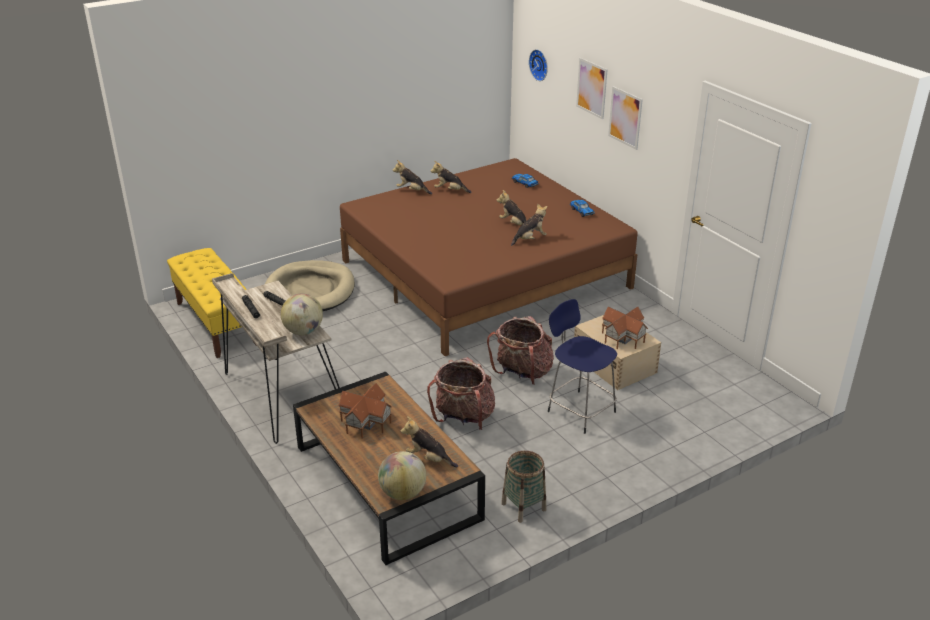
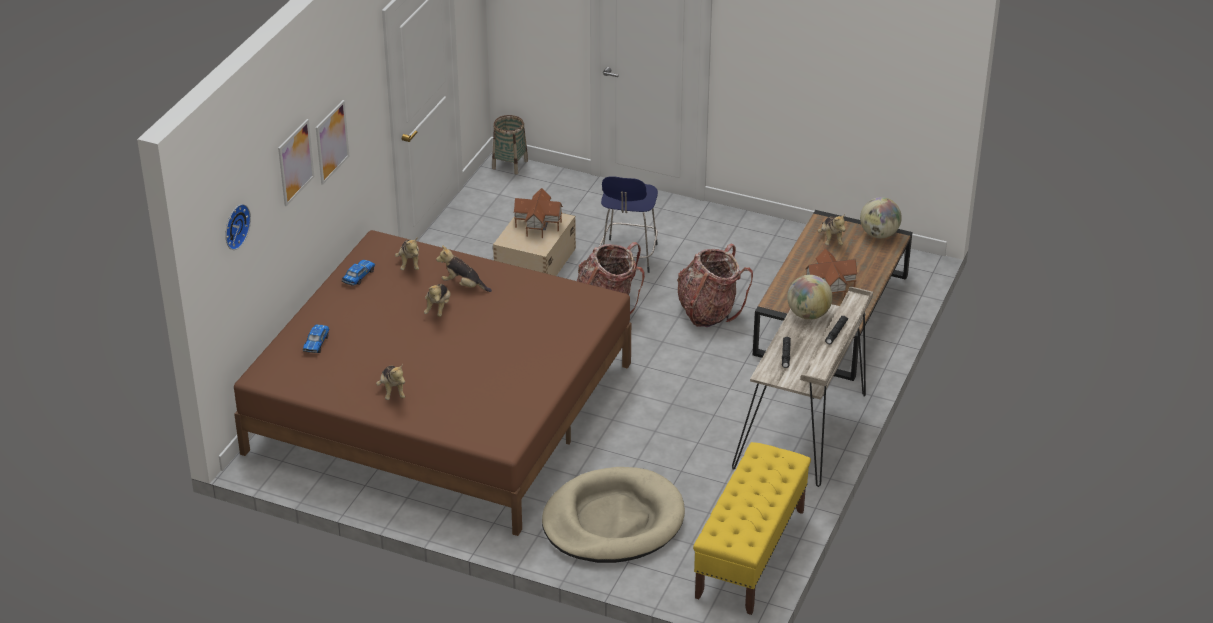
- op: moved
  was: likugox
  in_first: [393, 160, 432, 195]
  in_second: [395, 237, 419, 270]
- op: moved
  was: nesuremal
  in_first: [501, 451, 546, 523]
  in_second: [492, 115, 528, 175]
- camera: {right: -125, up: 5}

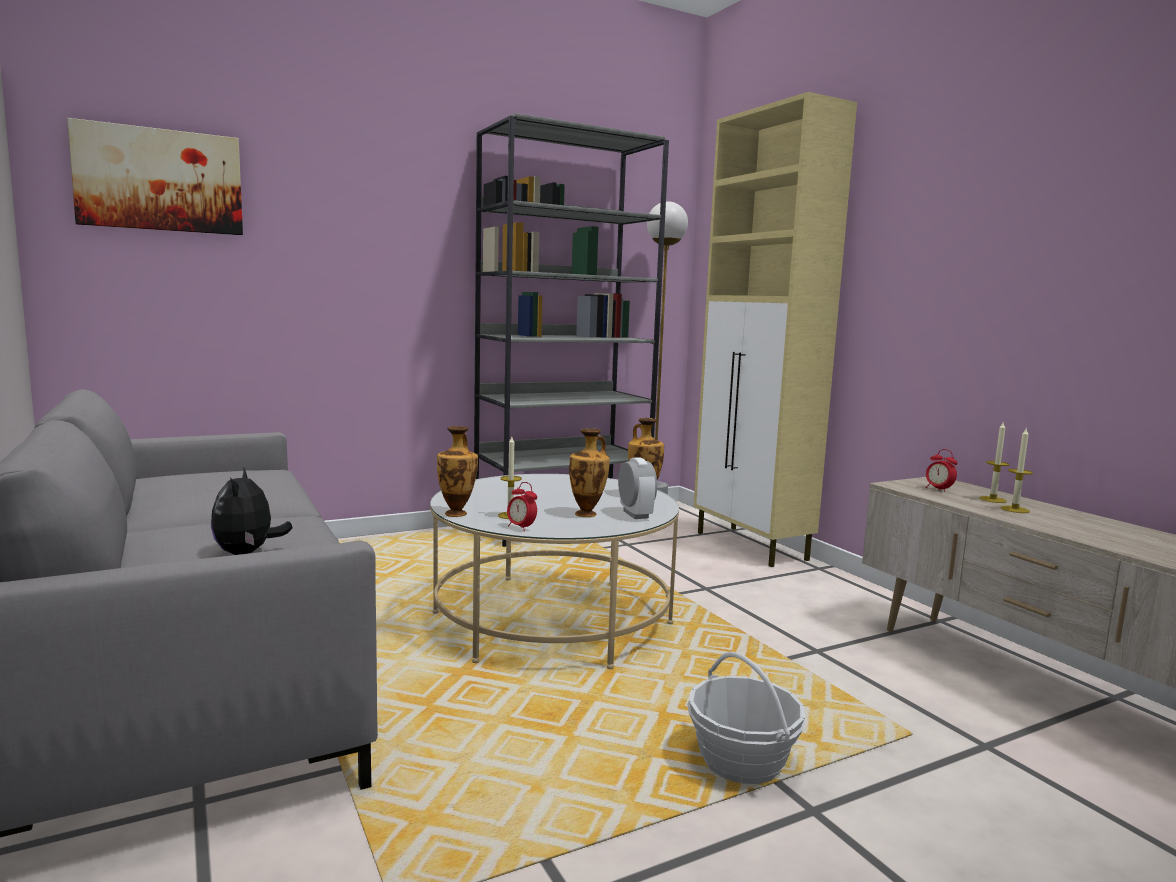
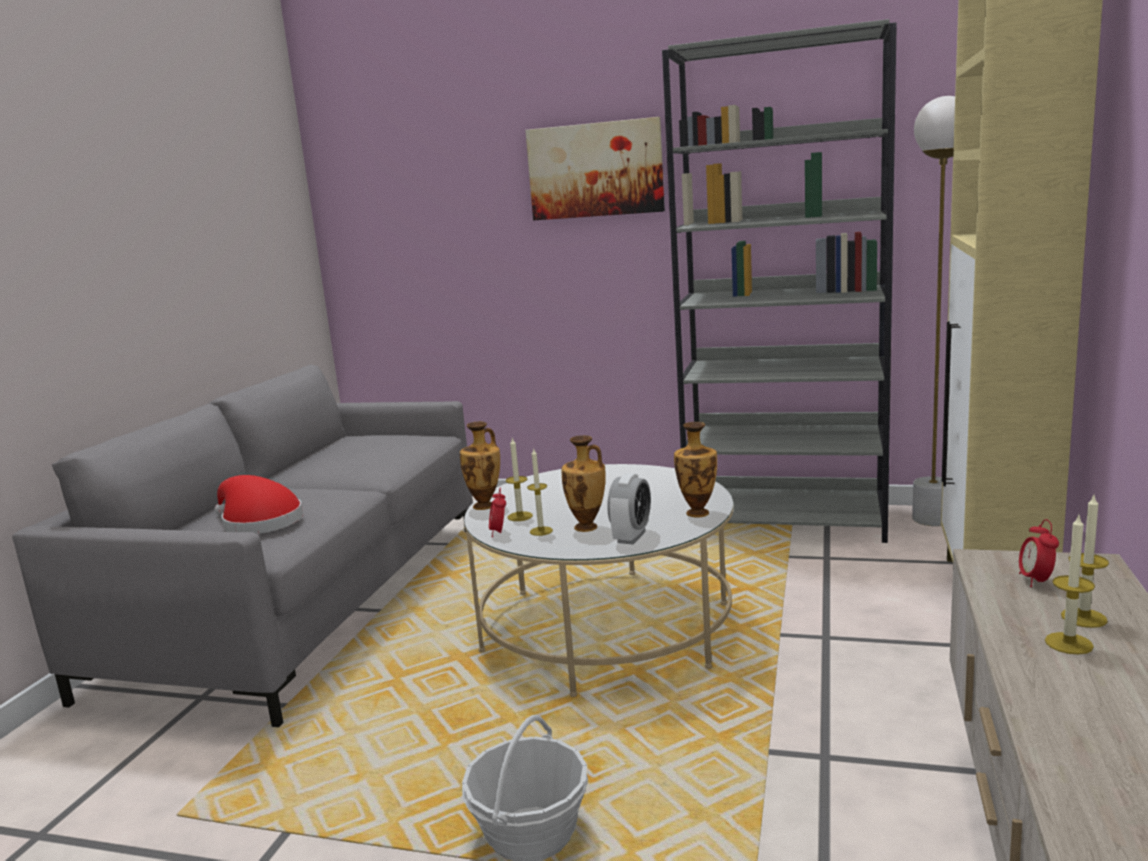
- op: replaced
  was: likugox
  now: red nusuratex
  in_first: [211, 467, 293, 555]
  in_second: [214, 475, 303, 534]
- op: moved
  was: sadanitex
  in_first: [67, 118, 243, 235]
  in_second: [525, 117, 665, 220]
- op: added
  now: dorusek
  in_second: [527, 449, 553, 536]
- camera: {right: 45, up: 5}

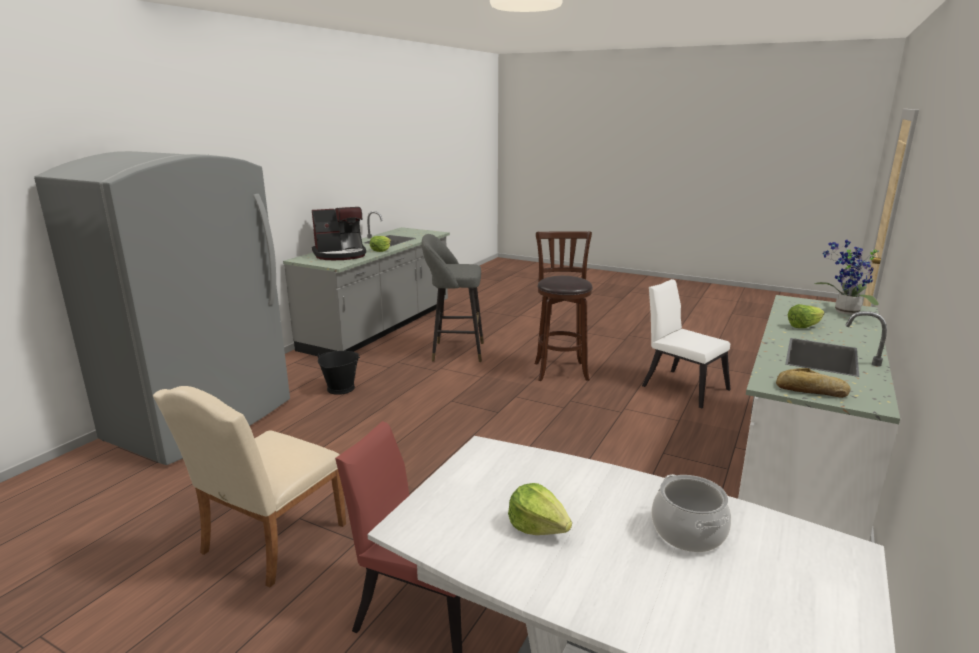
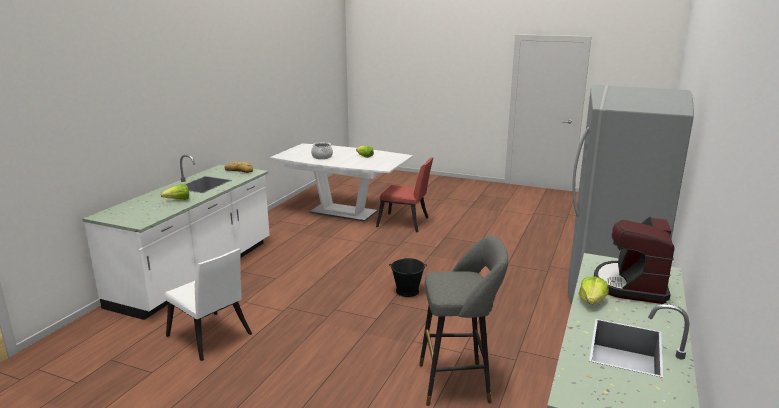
- op: moved
  was: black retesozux
  in_first: [317, 351, 360, 395]
  in_second: [389, 258, 427, 297]
- op: turned
  was: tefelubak
  in_first: [312, 207, 366, 260]
  in_second: [594, 217, 675, 304]
  clockwise: -45
- op: removed
  was: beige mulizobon
  in_first: [153, 386, 346, 587]
- op: removed
  was: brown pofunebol
  in_first: [535, 231, 593, 381]
- op: removed
  was: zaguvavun
  in_first: [814, 240, 879, 315]
- camera: {right: 175, up: 0}

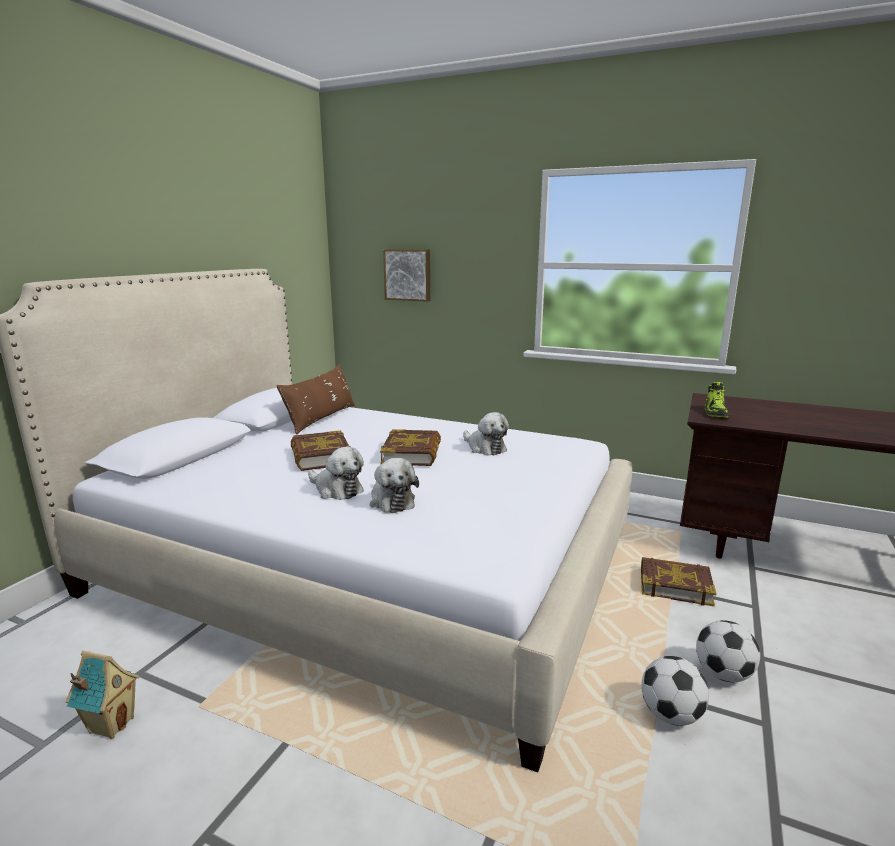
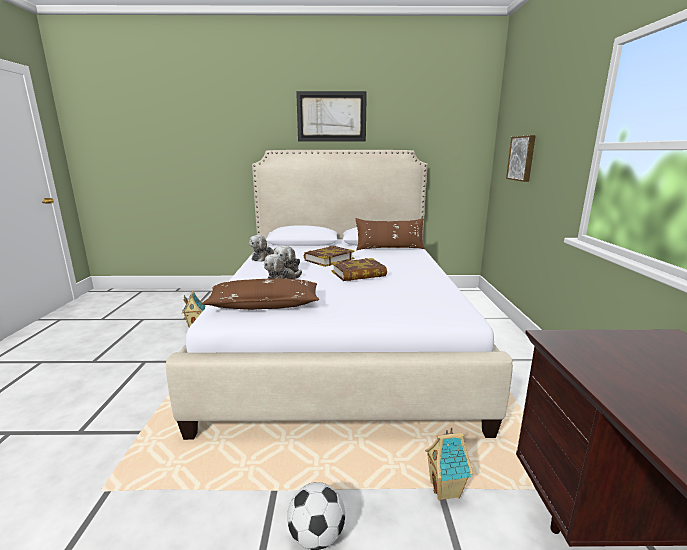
- op: added
  now: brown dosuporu
  in_second: [201, 279, 319, 310]
- op: moved
  was: likugox
  in_first: [463, 412, 509, 455]
  in_second: [249, 235, 276, 262]
- op: added
  now: sadanitex
  in_second: [296, 91, 367, 142]
- op: replaced
  was: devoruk
  now: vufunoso
  in_first: [641, 557, 717, 606]
  in_second: [425, 428, 473, 501]
- op: removed
  was: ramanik
  in_first: [641, 656, 709, 726]
- op: removed
  was: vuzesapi
  in_first: [705, 382, 728, 418]
- camera: {right: 65, up: 0}

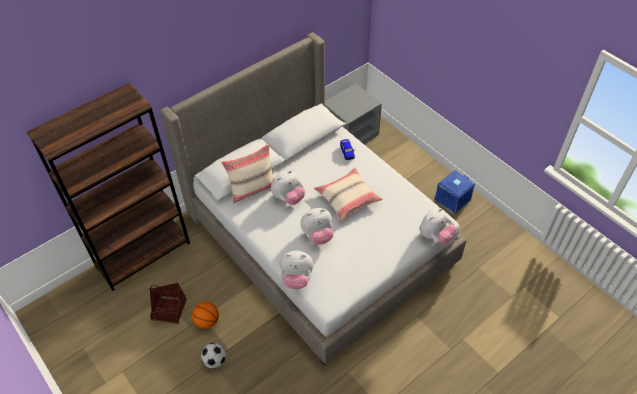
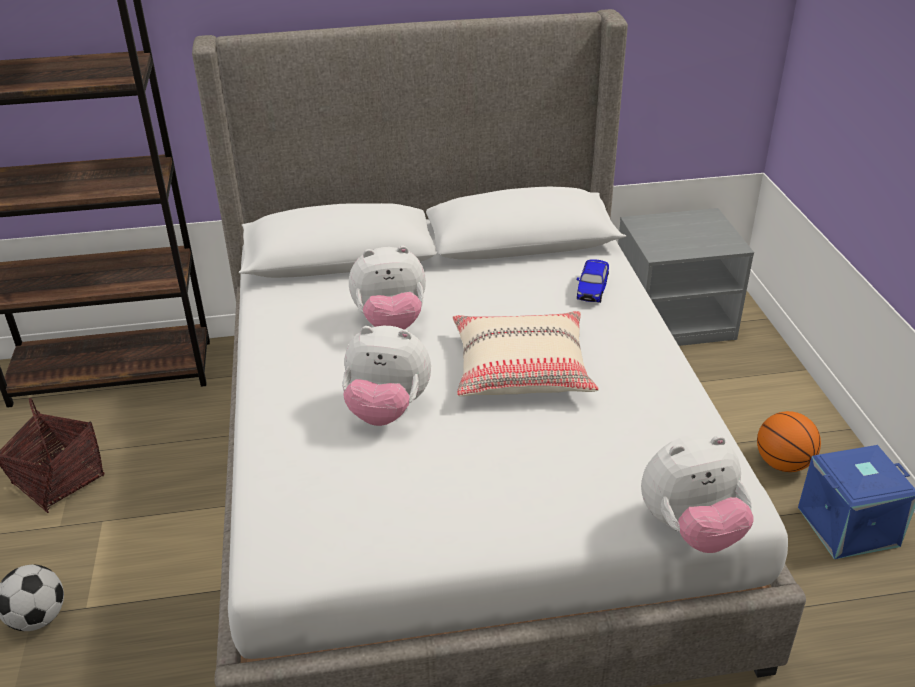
- op: moved
  was: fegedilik
  in_first: [192, 302, 219, 329]
  in_second: [757, 411, 821, 472]
- op: removed
  was: beige dosuporu
  in_first: [221, 144, 274, 204]
- op: removed
  was: likugox
  in_first: [280, 251, 314, 289]
- camera: {right: 30, up: -15}

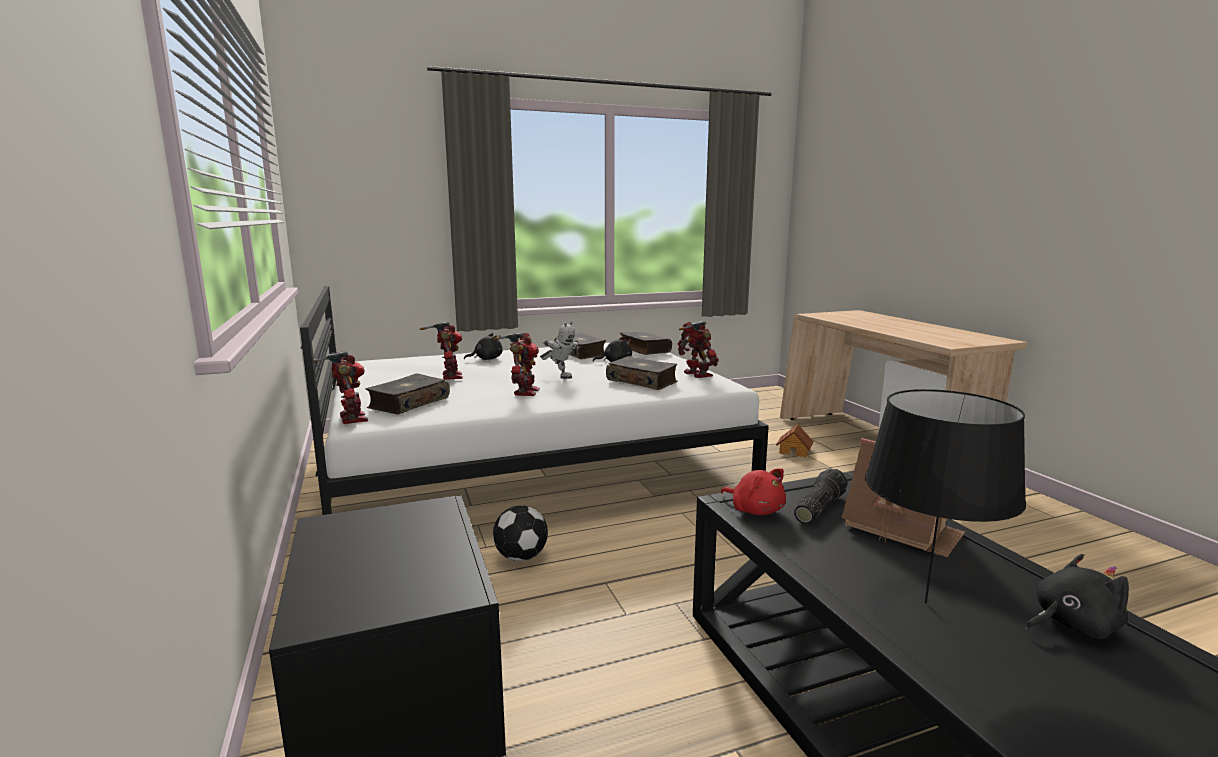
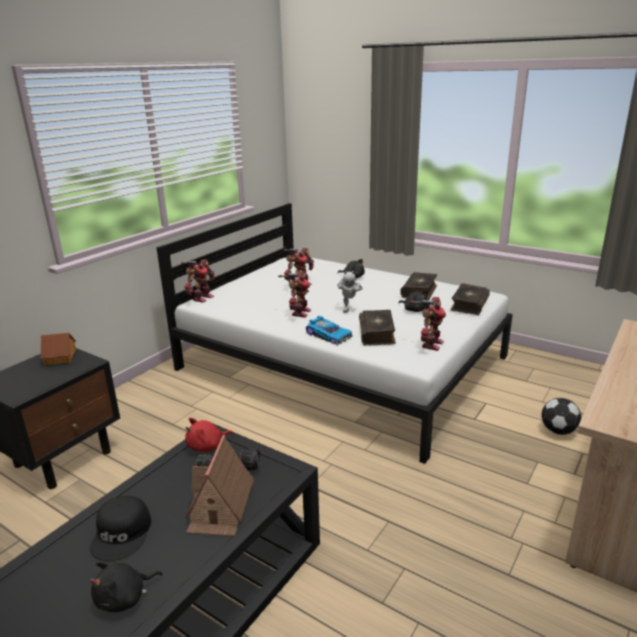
- op: moved
  was: vufunoso
  in_first: [776, 424, 813, 457]
  in_second: [41, 333, 76, 365]
- op: replaced
  was: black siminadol
  now: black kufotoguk
  in_first: [865, 389, 1026, 603]
  in_second: [90, 496, 151, 561]
- op: turned
  was: black likugox
  in_first: [1025, 554, 1129, 639]
  in_second: [90, 562, 163, 612]
  clockwise: 105
- op: turned
  was: red likugox
  in_first: [721, 468, 786, 515]
  in_second: [185, 418, 234, 452]
  clockwise: 45
- op: turned
  was: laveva
  in_first: [493, 332, 540, 396]
  in_second: [278, 271, 311, 317]
  clockwise: -45
- op: added
  now: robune
  in_second: [306, 316, 353, 345]
- op: moved
  was: ramanik
  in_first: [493, 505, 548, 561]
  in_second: [541, 398, 581, 435]
- op: removed
  was: devoruk
  in_first: [365, 373, 450, 414]
- camera: {right: 55, up: 10}

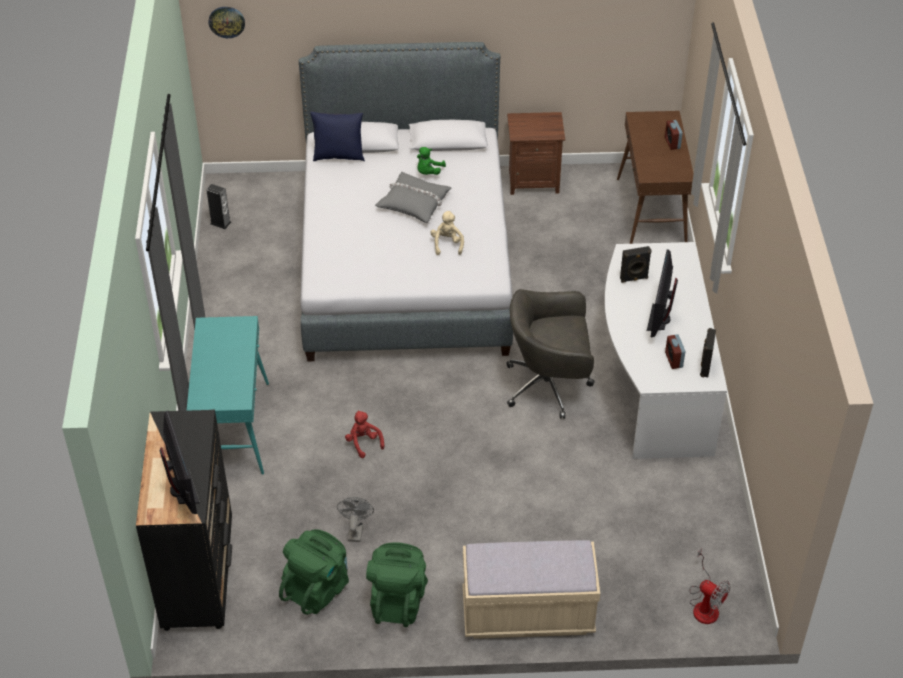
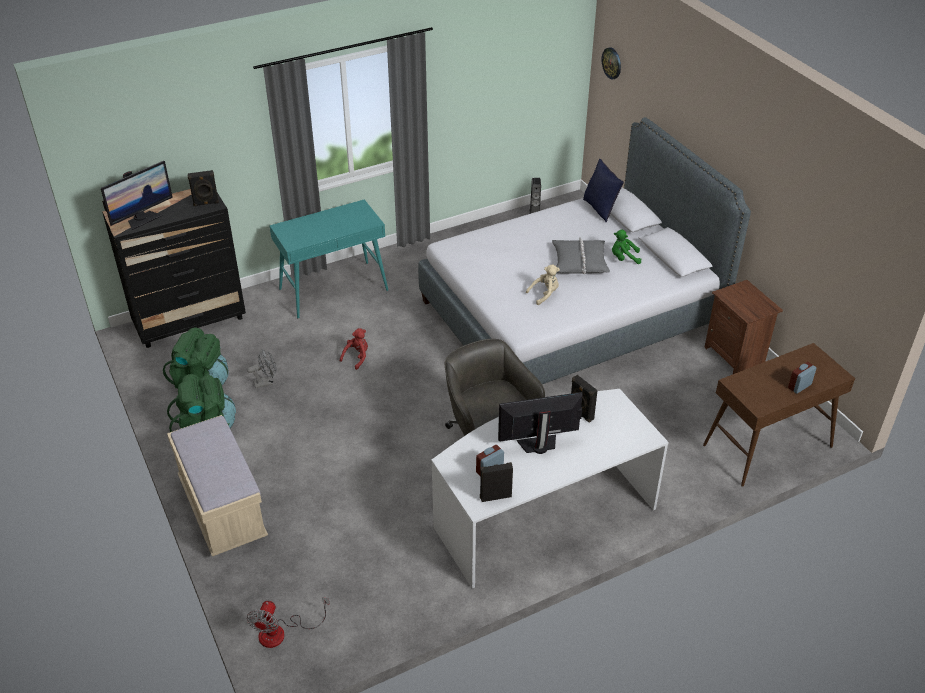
- op: added
  now: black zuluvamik
  in_second: [188, 170, 219, 206]
- camera: {right: 65, up: -5}

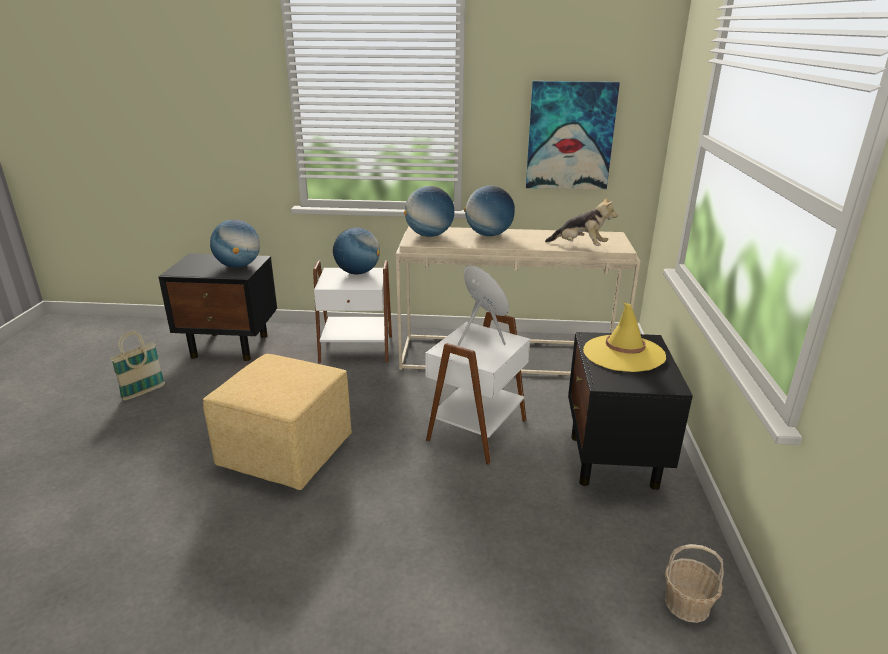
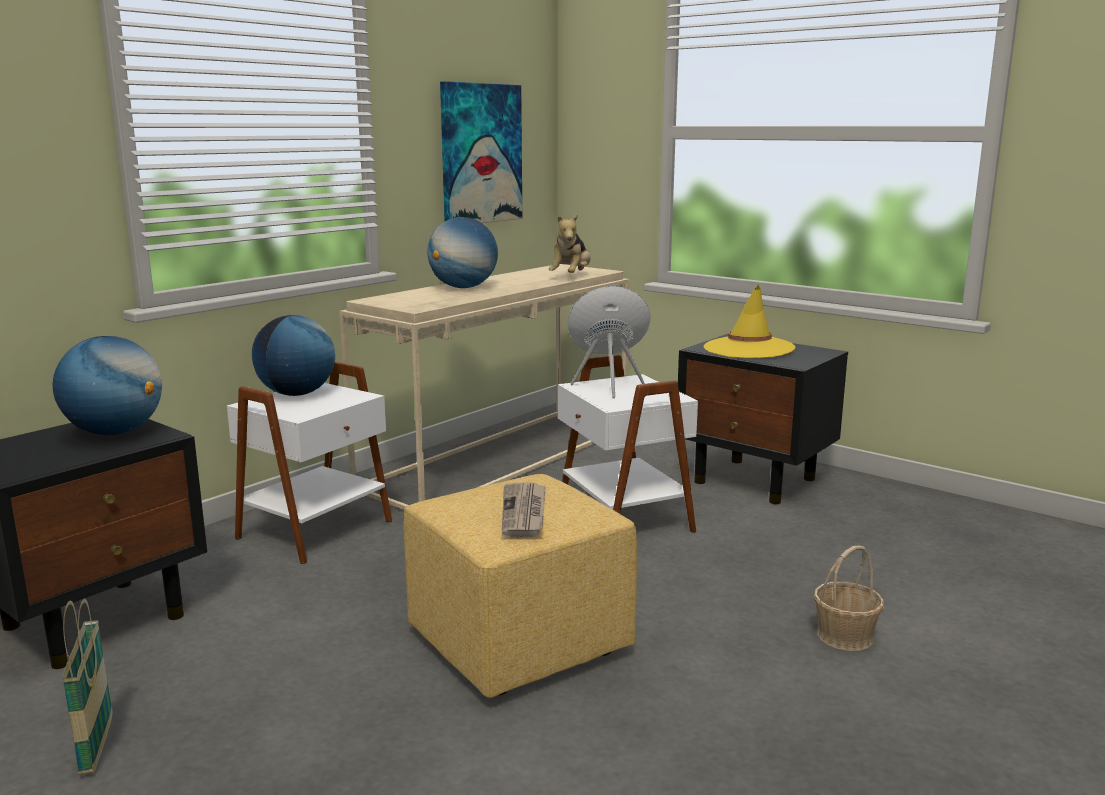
- op: added
  now: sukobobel
  in_second: [502, 483, 546, 538]
- op: turned
  was: likugox
  in_first: [545, 196, 618, 246]
  in_second: [549, 213, 590, 273]
  clockwise: 135
- op: moved
  was: nesuremal
  in_first: [665, 544, 724, 623]
  in_second: [814, 546, 884, 651]
- op: removed
  was: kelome
  in_first: [404, 186, 454, 237]
- camera: {right: -55, up: -10}

